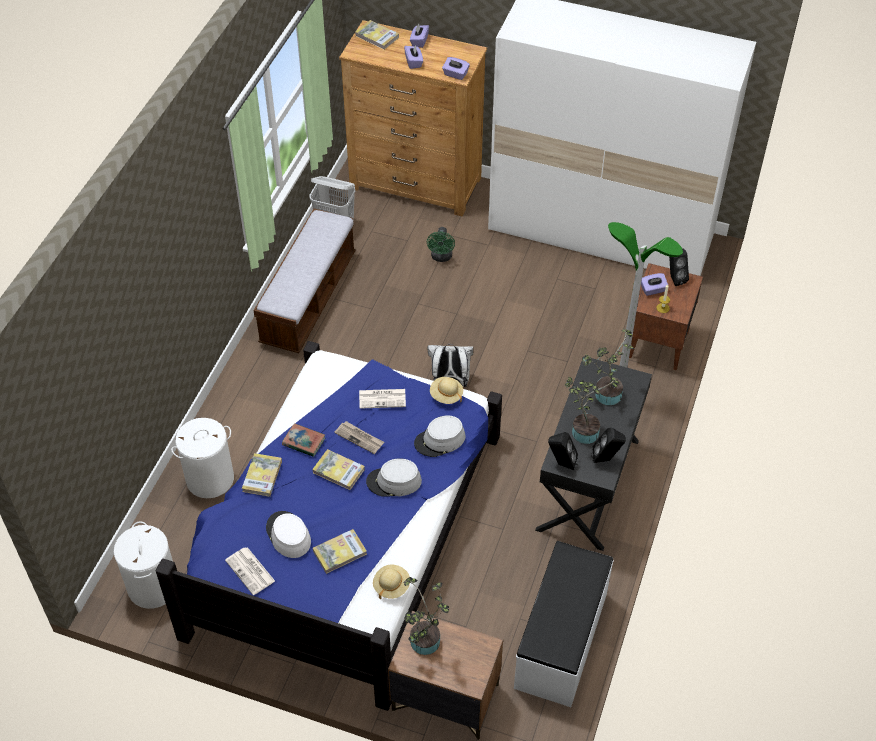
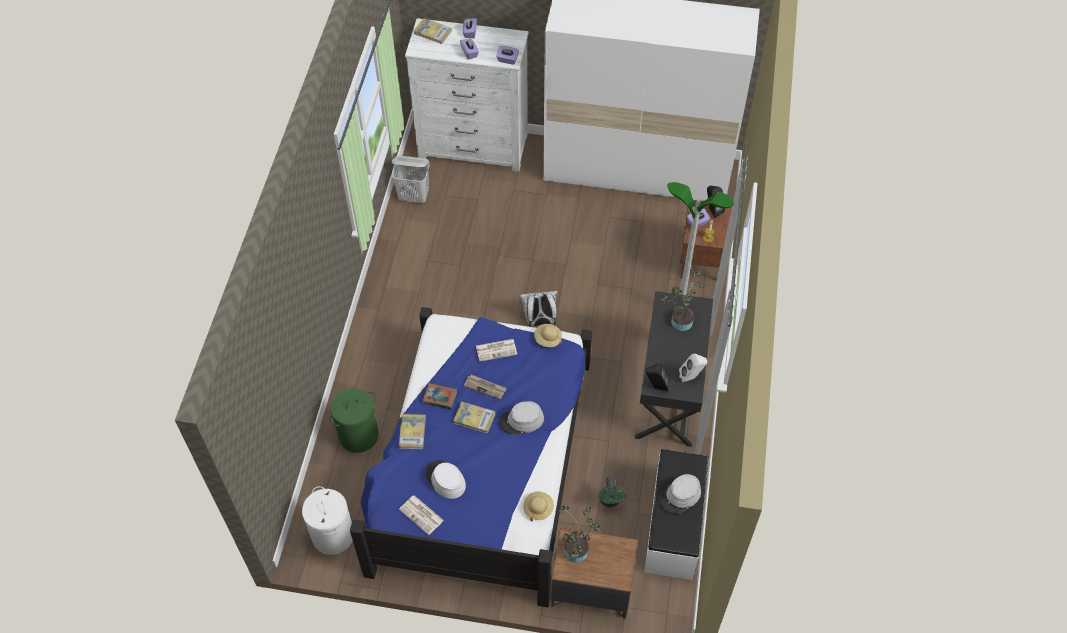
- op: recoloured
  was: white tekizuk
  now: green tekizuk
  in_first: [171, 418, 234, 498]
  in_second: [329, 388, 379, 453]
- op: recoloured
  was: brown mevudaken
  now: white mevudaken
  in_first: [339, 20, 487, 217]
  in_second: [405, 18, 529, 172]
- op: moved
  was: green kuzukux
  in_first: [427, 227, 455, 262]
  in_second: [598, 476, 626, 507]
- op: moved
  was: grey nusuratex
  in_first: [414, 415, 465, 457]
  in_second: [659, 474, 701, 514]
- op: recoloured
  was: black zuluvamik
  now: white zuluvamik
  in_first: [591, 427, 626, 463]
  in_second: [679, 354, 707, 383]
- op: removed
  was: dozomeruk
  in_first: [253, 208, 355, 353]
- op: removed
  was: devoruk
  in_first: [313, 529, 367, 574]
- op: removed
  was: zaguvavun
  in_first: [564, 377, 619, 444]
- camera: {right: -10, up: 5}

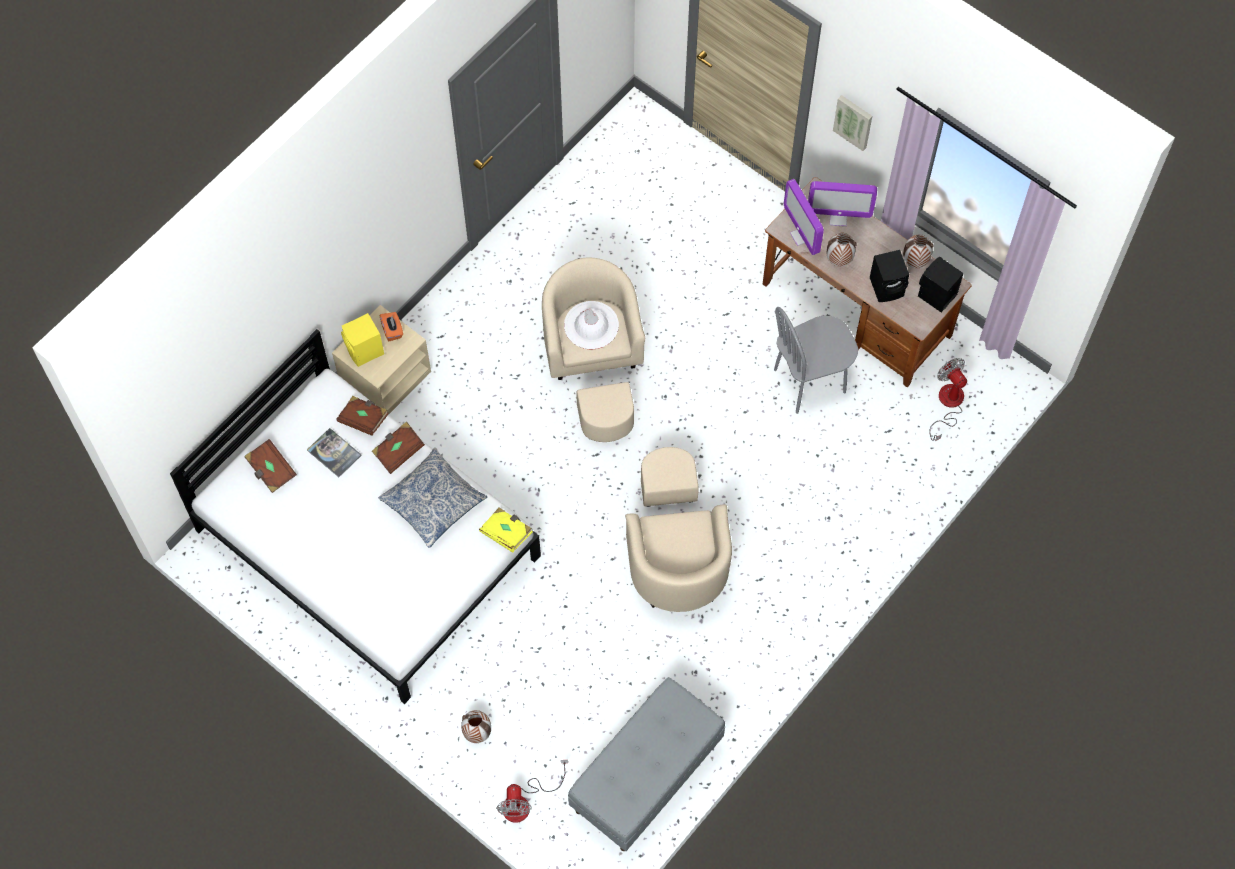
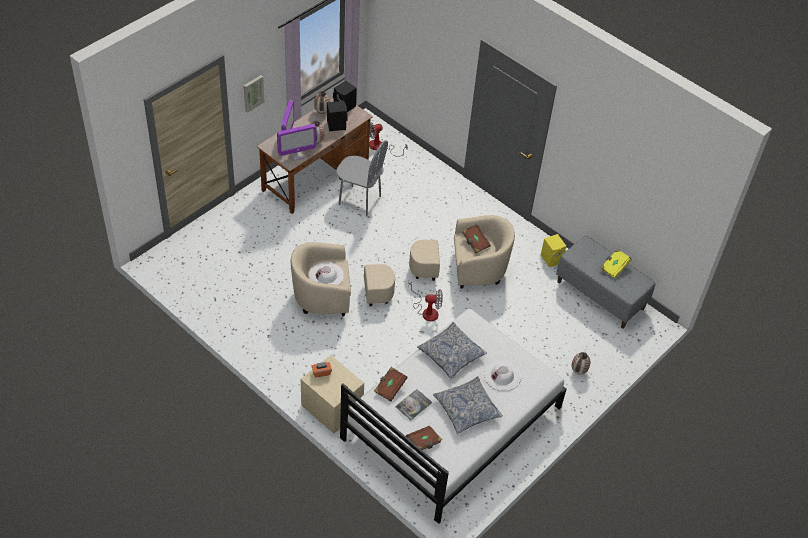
- op: turned
  was: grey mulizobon
  in_first: [774, 307, 858, 414]
  in_second: [336, 140, 388, 217]
  clockwise: -45
- op: moved
  was: kuzukux
  in_first: [496, 760, 568, 823]
  in_second: [408, 283, 443, 321]
- op: added
  now: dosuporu
  in_second: [433, 376, 503, 434]
- op: moved
  was: brown devoruk
  in_first: [372, 421, 425, 474]
  in_second: [462, 224, 491, 253]
- op: added
  now: white nusuratex
  in_second: [484, 360, 521, 391]
- op: moved
  was: yellow zuluvamik
  in_first: [341, 313, 384, 367]
  in_second: [541, 234, 566, 267]
- op: moved
  was: yellow devoruk
  in_first: [479, 508, 533, 553]
  in_second: [600, 249, 632, 279]
- camera: {right: -90, up: -15}

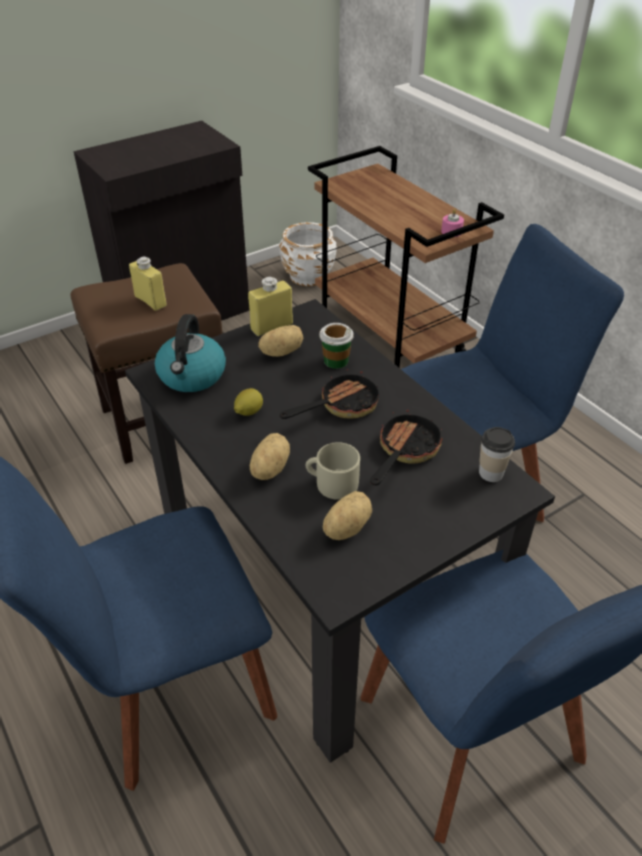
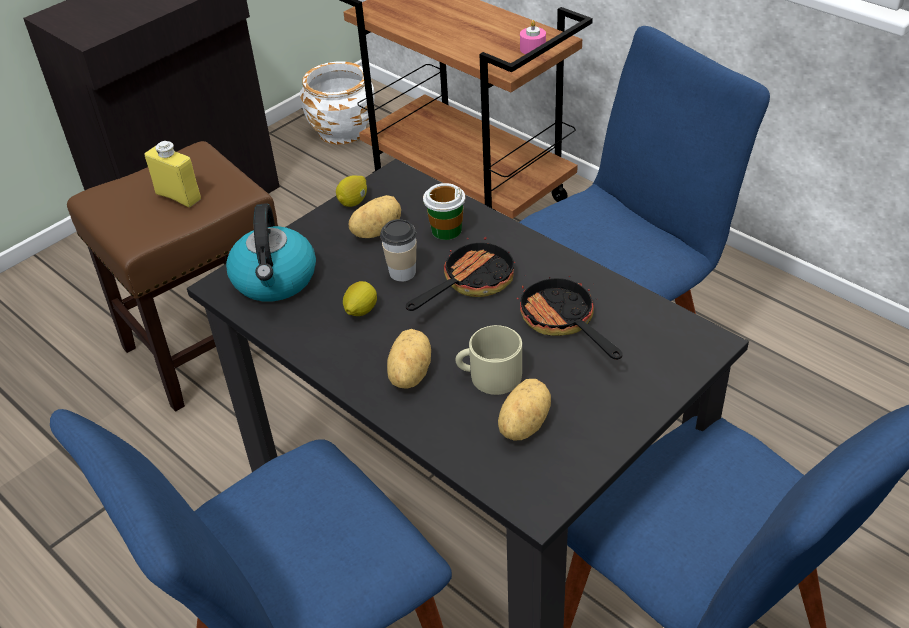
- op: replaced
  was: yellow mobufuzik
  now: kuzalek
  in_first: [248, 277, 293, 336]
  in_second: [336, 175, 367, 207]
- op: moved
  was: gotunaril
  in_first: [479, 427, 515, 482]
  in_second: [380, 219, 417, 282]
- op: turned
  was: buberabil
  in_first: [370, 403, 443, 485]
  in_second: [516, 276, 623, 360]
  clockwise: -45
- camera: {right: -10, up: 0}

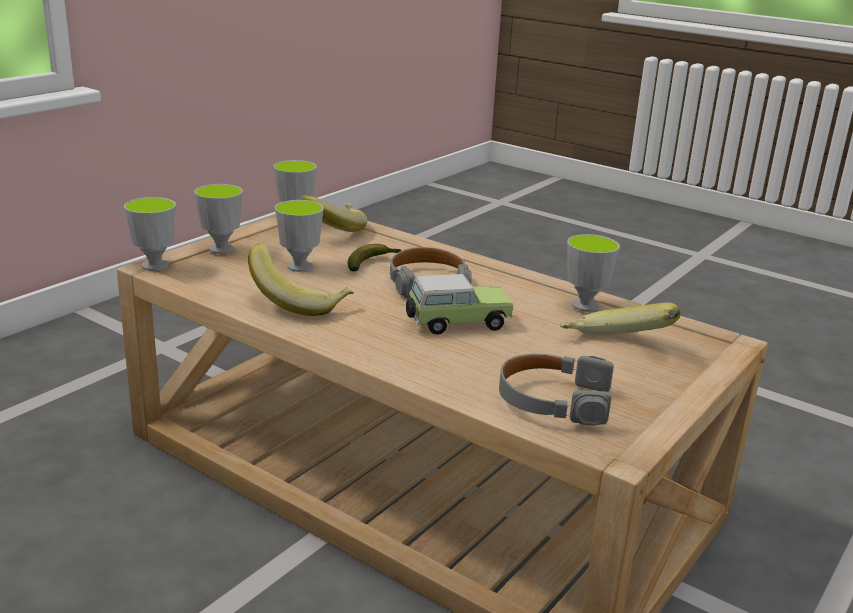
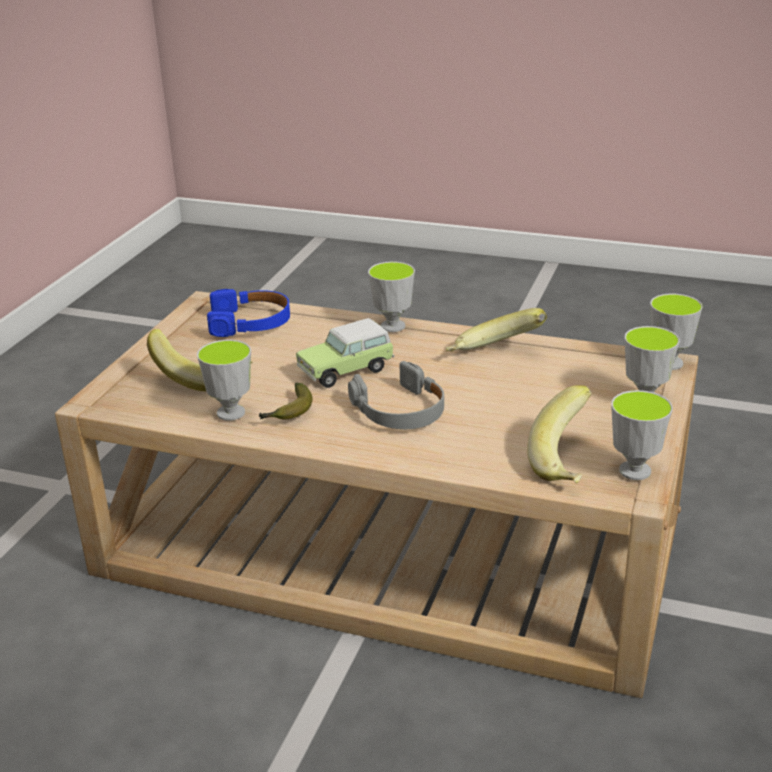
- op: recoloured
  was: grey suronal
  now: blue suronal
  in_first: [499, 354, 614, 426]
  in_second: [207, 289, 290, 337]
- op: moved
  was: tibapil
  in_first: [347, 244, 401, 271]
  in_second: [259, 383, 313, 419]
- op: moved
  was: gotunaril
  in_first: [275, 200, 324, 272]
  in_second: [368, 261, 415, 332]
- camera: {right: 165, up: 5}

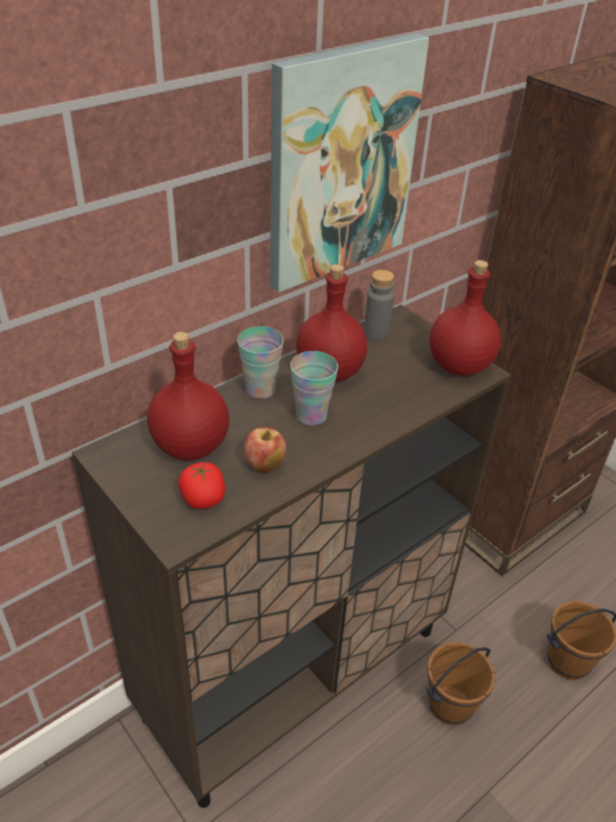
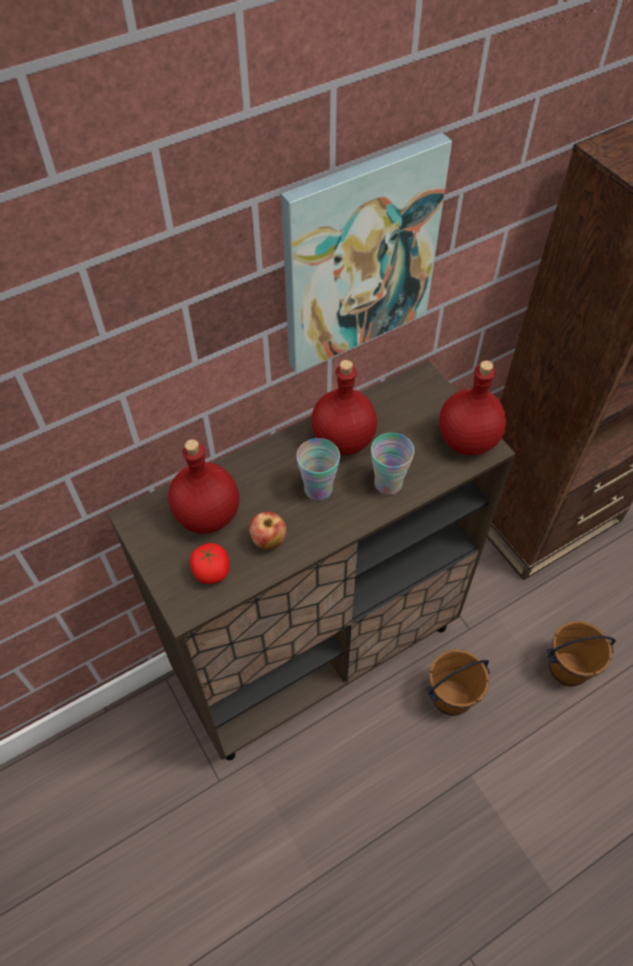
- op: moved
  was: gotunaril
  in_first: [237, 326, 284, 399]
  in_second: [371, 433, 414, 495]
- op: removed
  was: grey mobufuzik
  in_first: [364, 270, 394, 341]
- camera: {right: 10, up: 15}

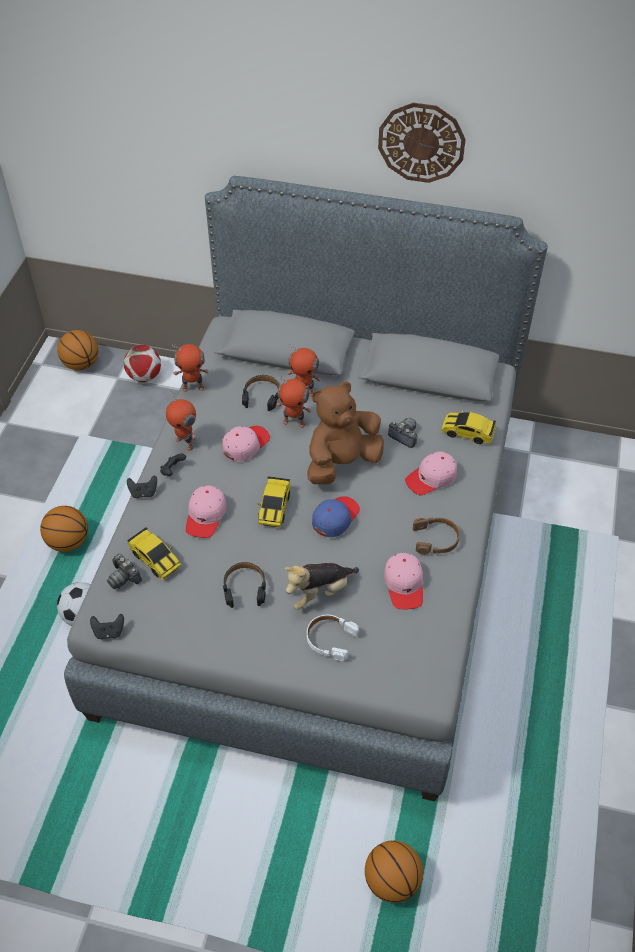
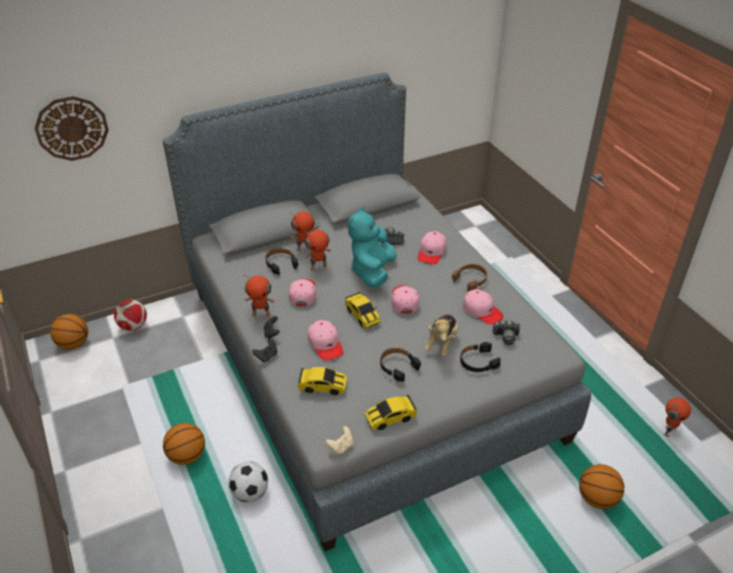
- op: moved
  was: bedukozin
  in_first: [378, 103, 466, 183]
  in_second: [35, 96, 109, 161]
- op: recoloured
  was: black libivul
  now: beige libivul
  in_first: [90, 614, 124, 639]
  in_second: [326, 426, 353, 454]
- op: recoloured
  was: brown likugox
  now: turquoise likugox
  in_first: [307, 382, 384, 484]
  in_second: [348, 207, 397, 288]
- op: moved
  was: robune
  in_first: [442, 411, 496, 444]
  in_second: [365, 395, 417, 430]
- op: recoloured
  was: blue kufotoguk
  now: pink kufotoguk
  in_first: [312, 496, 360, 537]
  in_second: [391, 285, 419, 313]
- op: recoloured
  was: white suronal
  now: black suronal
  in_first: [307, 615, 359, 661]
  in_second: [460, 342, 500, 372]
- op: moved
  was: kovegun
  in_first: [107, 554, 142, 589]
  in_second: [493, 320, 520, 345]
- op: moved
  was: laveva
  in_first: [172, 344, 209, 392]
  in_second: [664, 397, 691, 437]
- camera: {right: -40, up: -10}

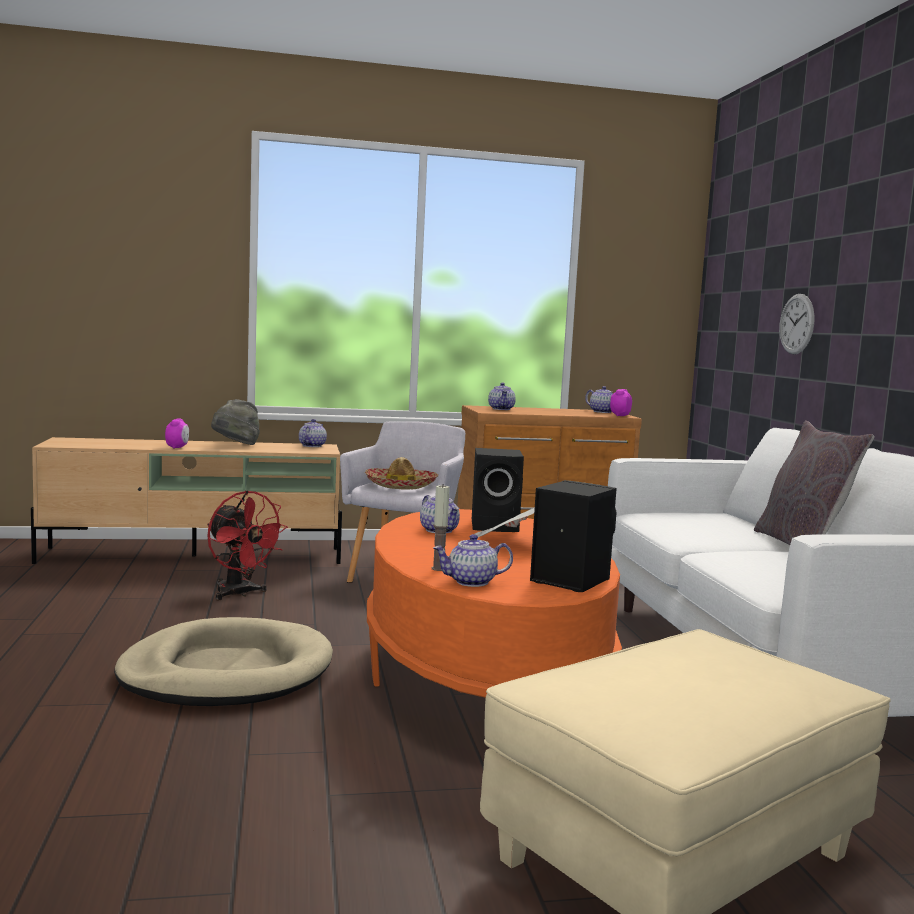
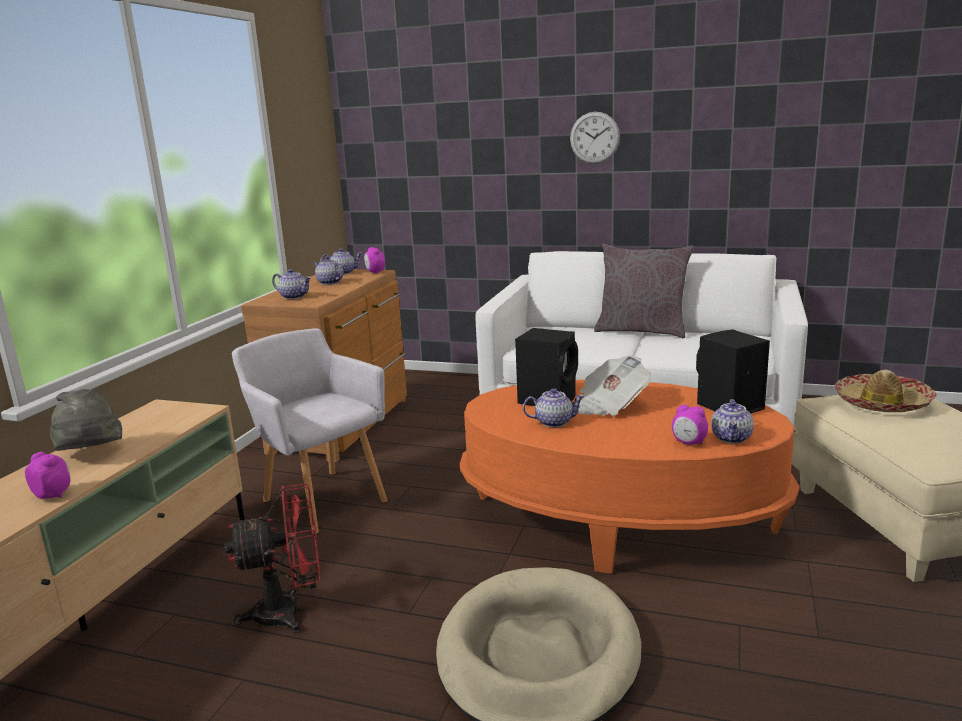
- op: moved
  was: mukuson
  in_first: [299, 419, 327, 447]
  in_second: [314, 257, 344, 285]
- op: moved
  was: bedukozin
  in_first: [779, 294, 815, 355]
  in_second: [570, 112, 620, 164]
- op: replaced
  was: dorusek
  now: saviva
  in_first: [432, 484, 450, 571]
  in_second: [672, 405, 708, 445]
- op: moved
  was: nusuratex
  in_first: [365, 457, 438, 490]
  in_second: [835, 370, 937, 412]
- camera: {right: -60, up: 10}

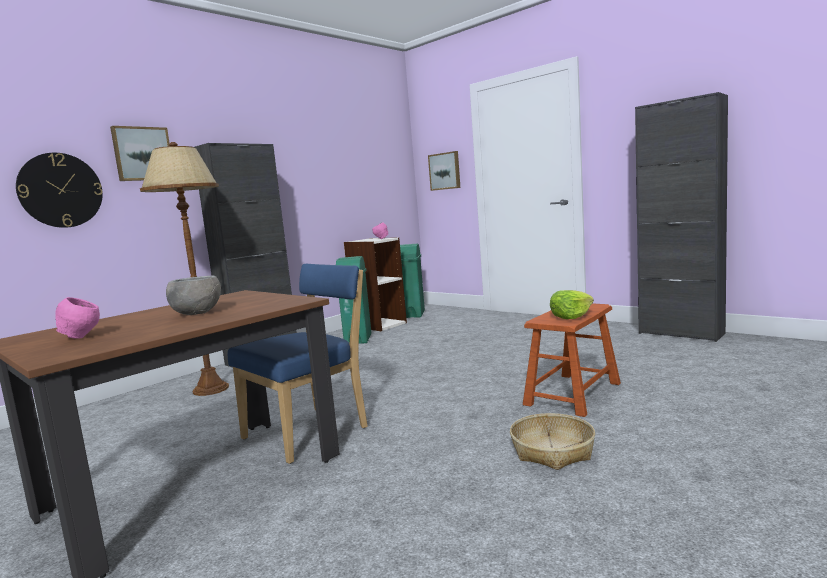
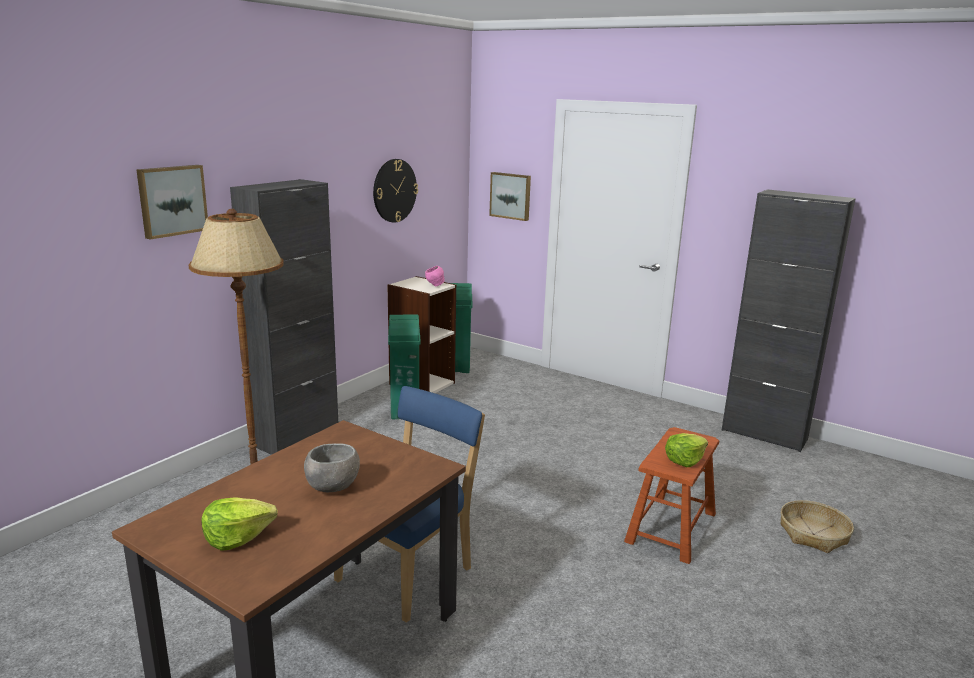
- op: replaced
  was: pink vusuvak
  now: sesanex
  in_first: [55, 297, 100, 339]
  in_second: [201, 497, 278, 551]
- op: moved
  was: bedukozin
  in_first: [16, 153, 103, 228]
  in_second: [373, 159, 418, 223]
- op: moved
  was: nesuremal
  in_first: [510, 413, 595, 470]
  in_second: [781, 500, 854, 553]
- camera: {right: -10, up: 10}

